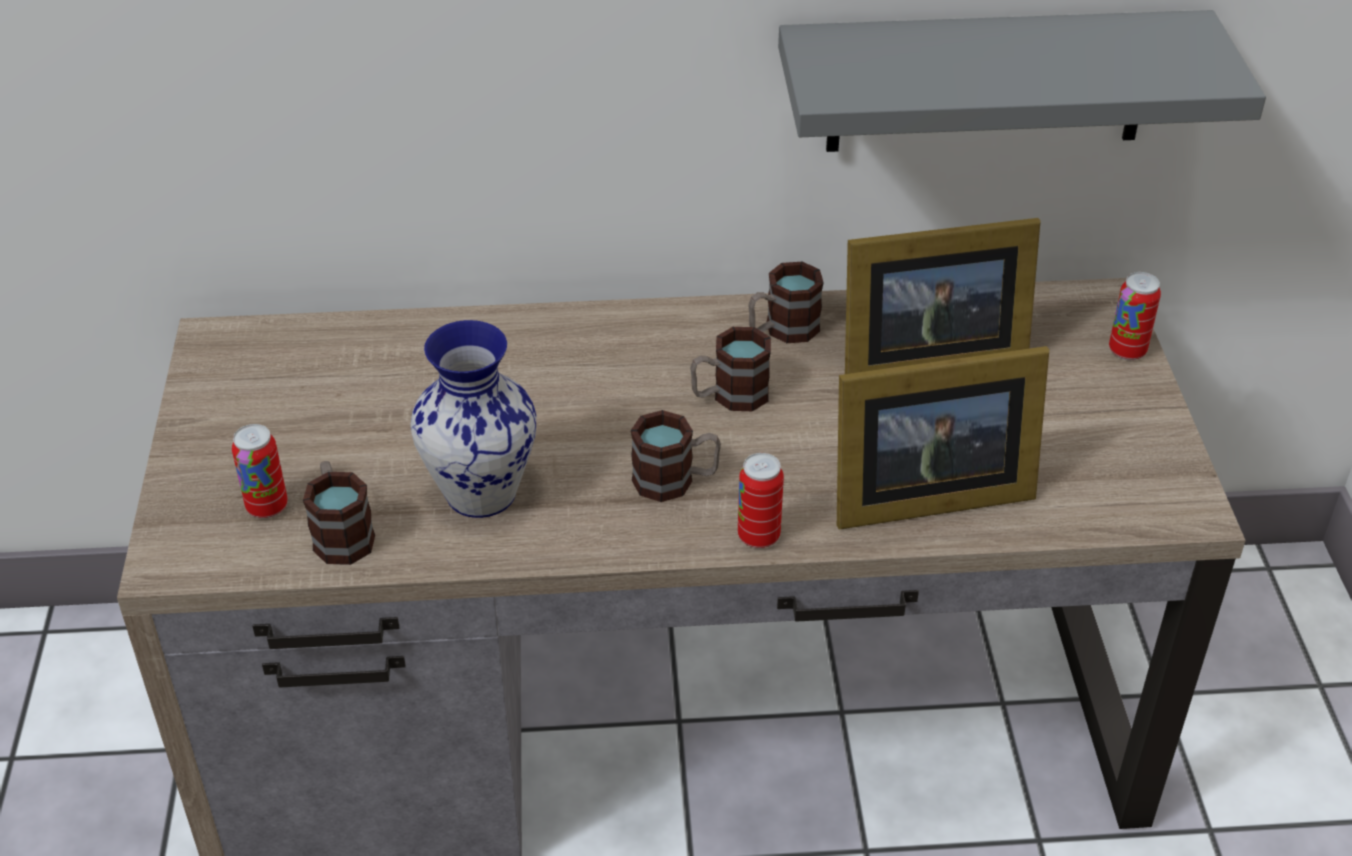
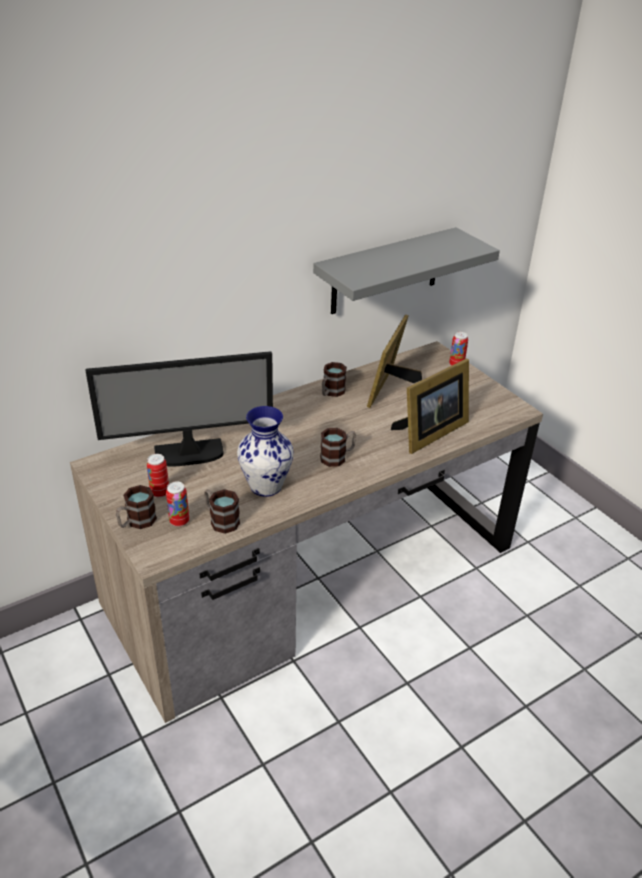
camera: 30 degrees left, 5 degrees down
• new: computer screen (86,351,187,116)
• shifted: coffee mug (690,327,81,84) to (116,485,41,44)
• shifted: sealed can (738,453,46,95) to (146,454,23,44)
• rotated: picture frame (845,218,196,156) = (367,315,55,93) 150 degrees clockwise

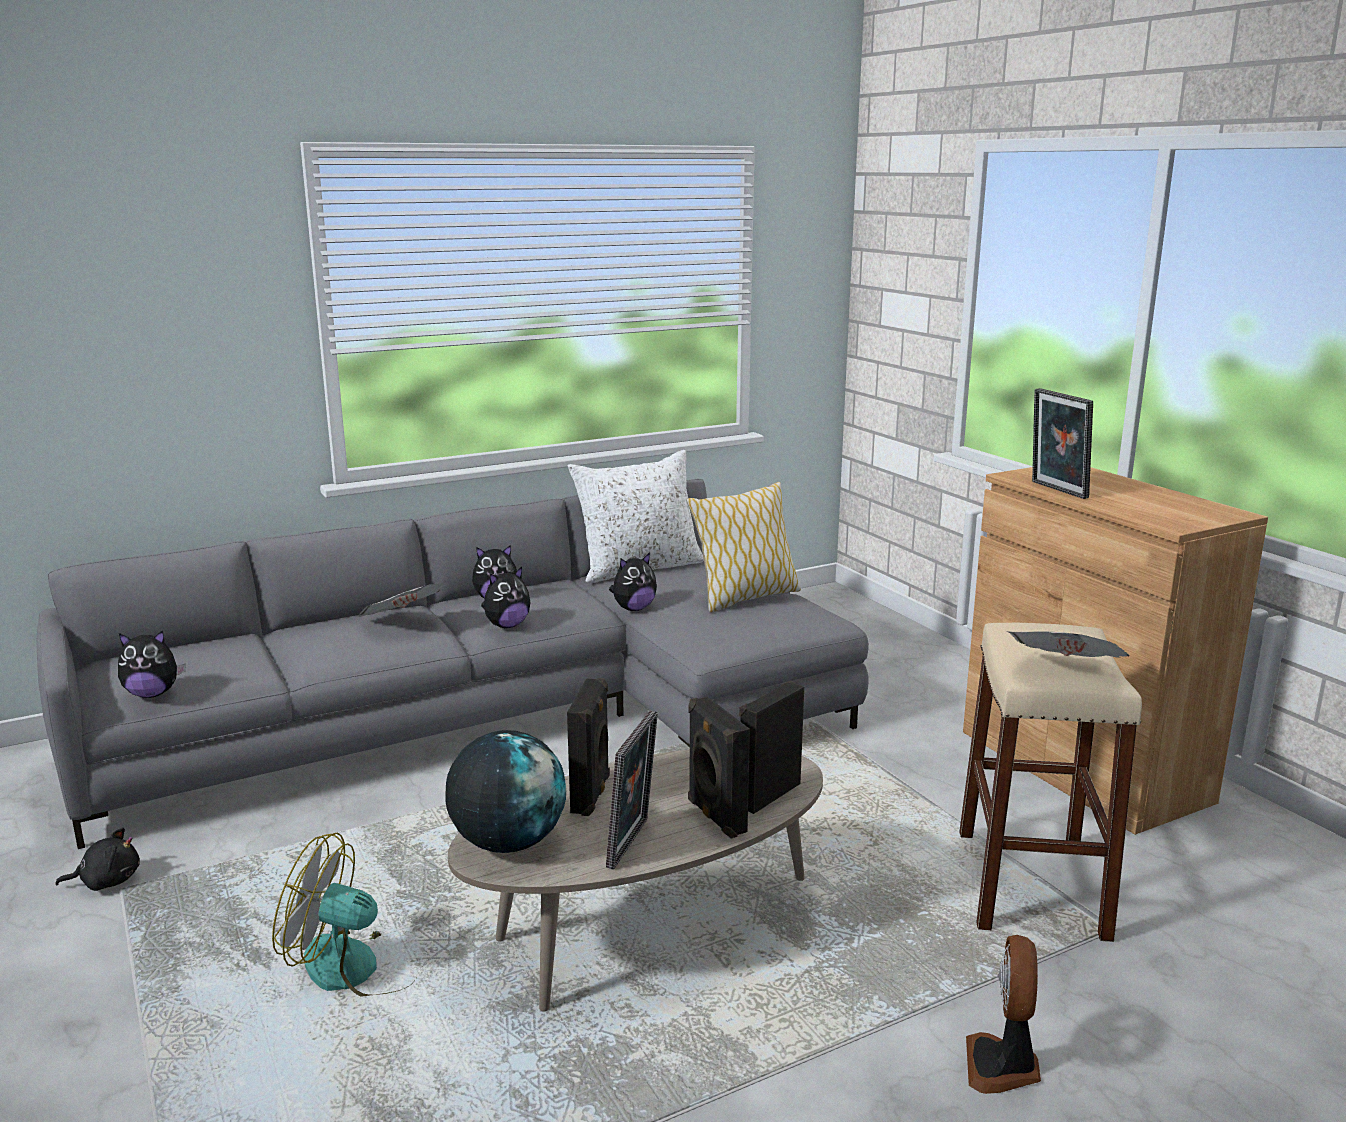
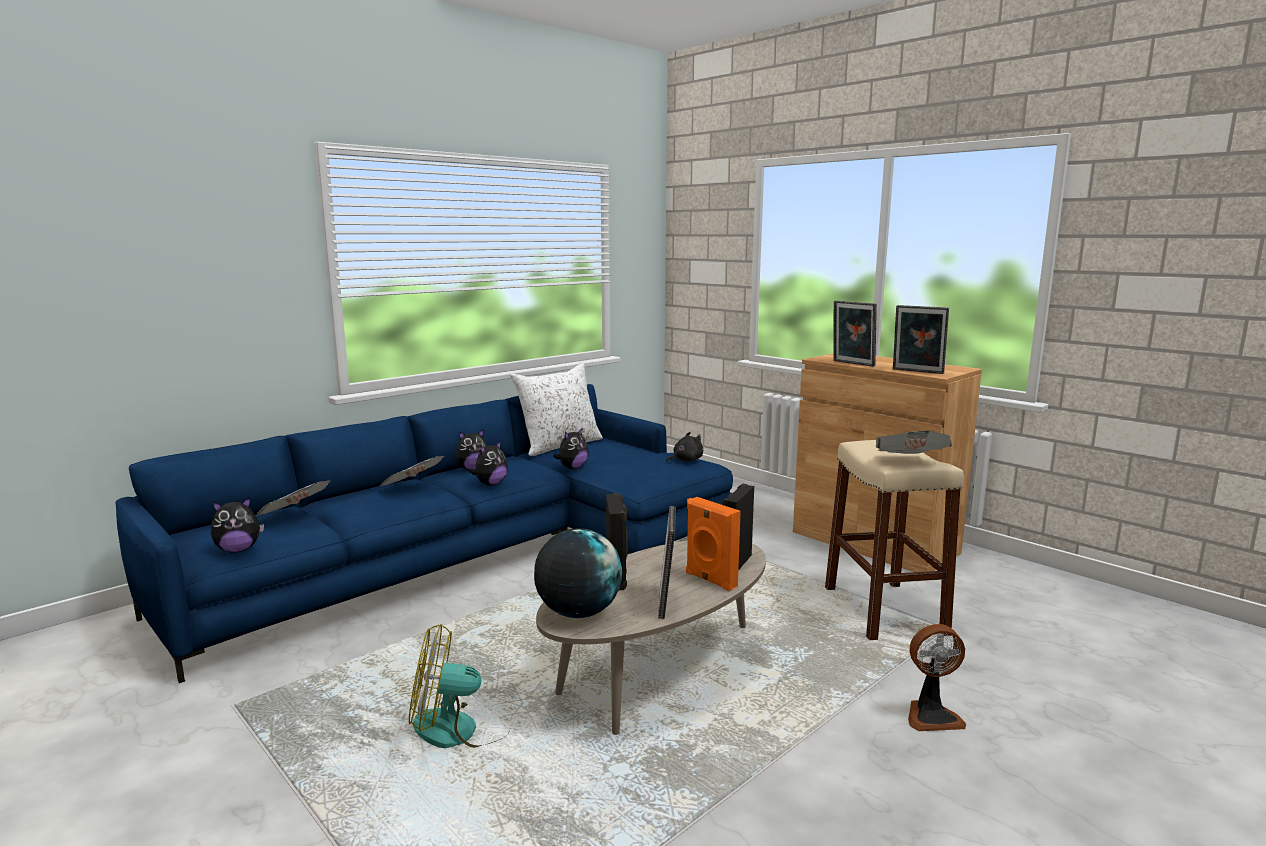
camera: 15 degrees left, 5 degrees down
• gone: cushion (687,482,114,131)
• new: newspaper (255,480,75,36)
• new: picture frame (893,305,56,69)
• shifted: cuddly toy (black) (55,827,85,64) to (666,432,37,30)
• repainted: sofa (gray) (36,479,833,370) to sofa (blue-coloured) (115,384,618,299)
• repainted: audio speaker (black) (688,697,62,142) to audio speaker (orange) (686,497,55,94)
• rotated: fan (966,935,75,159) = (908,624,58,107) 90 degrees counterclockwise

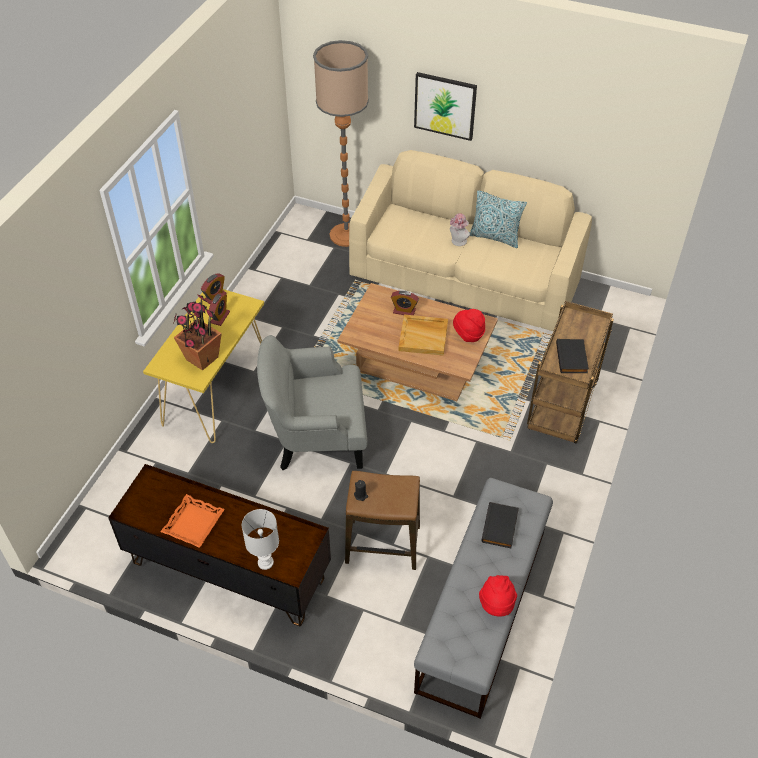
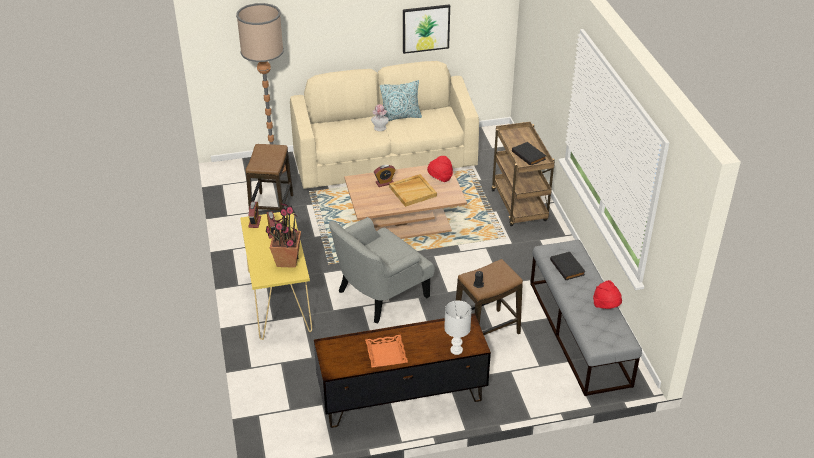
camera: 35 degrees left, 10 degrees down
• new: stool (246,144,47,67)
• shifted: picture (414,72,63,69) to (403,4,47,50)

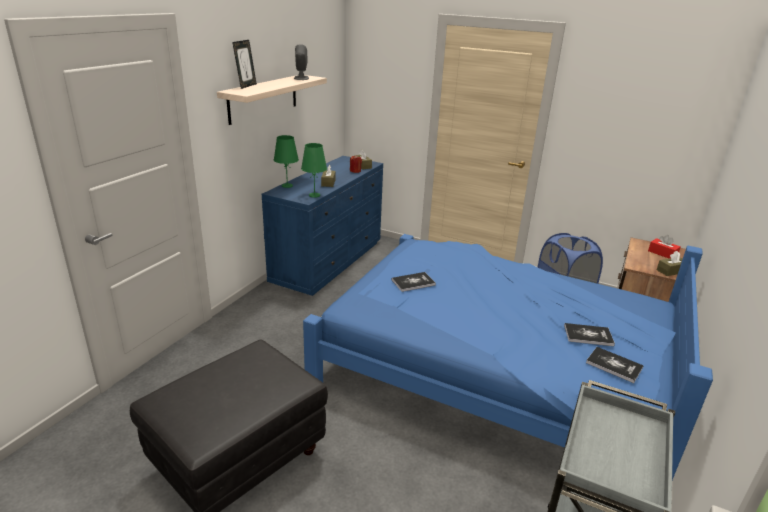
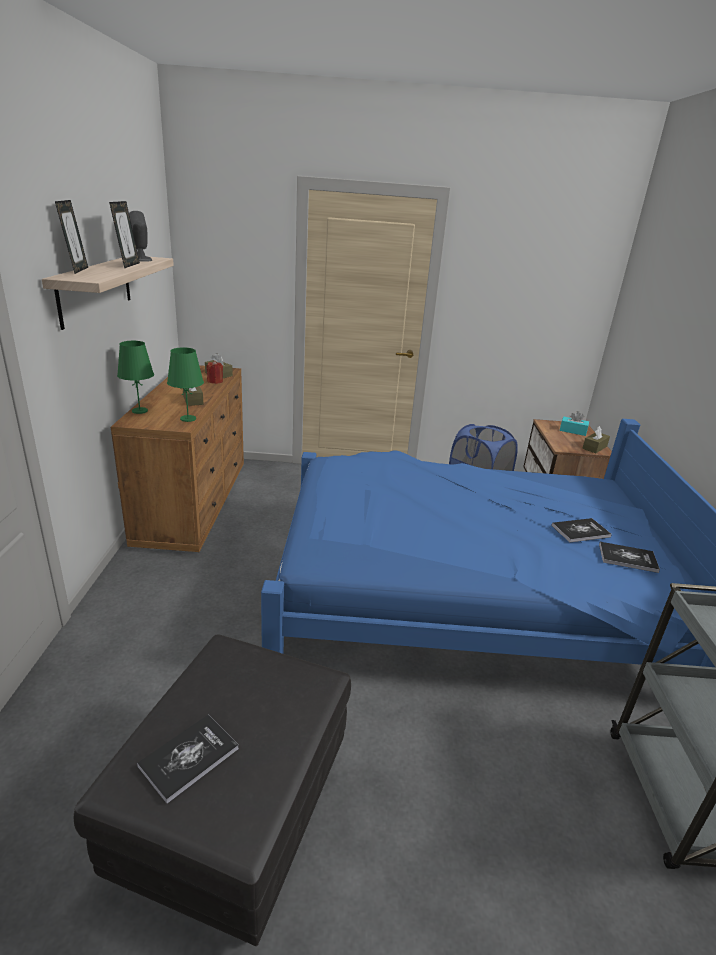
camera: 25 degrees left, 0 degrees up
• new: picture frame (109,201,31,67)
• shifted: bound book (392,272,44,20) to (137,715,102,89)
• repainted: drawer chest (blue-coloured) (262,156,121,140) to drawer chest (brown-coloured) (111,365,133,187)
• repainted: tissue holder (red) (648,235,33,23) to tissue holder (turquoise-coloured) (560,411,29,25)

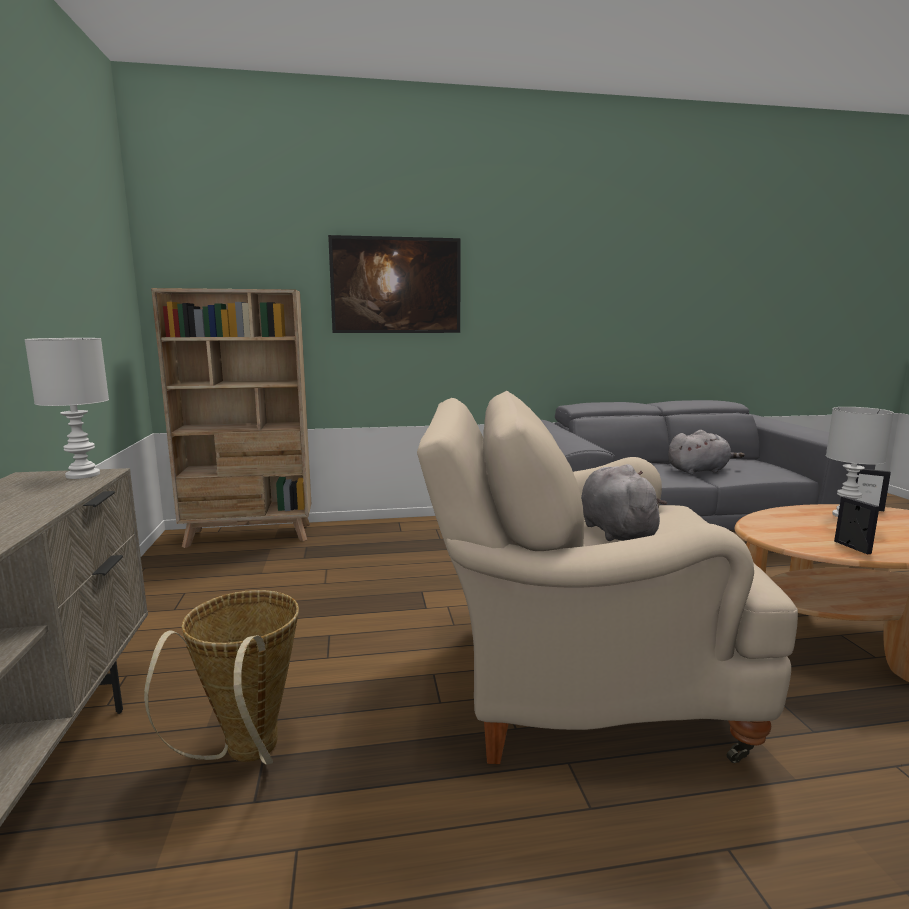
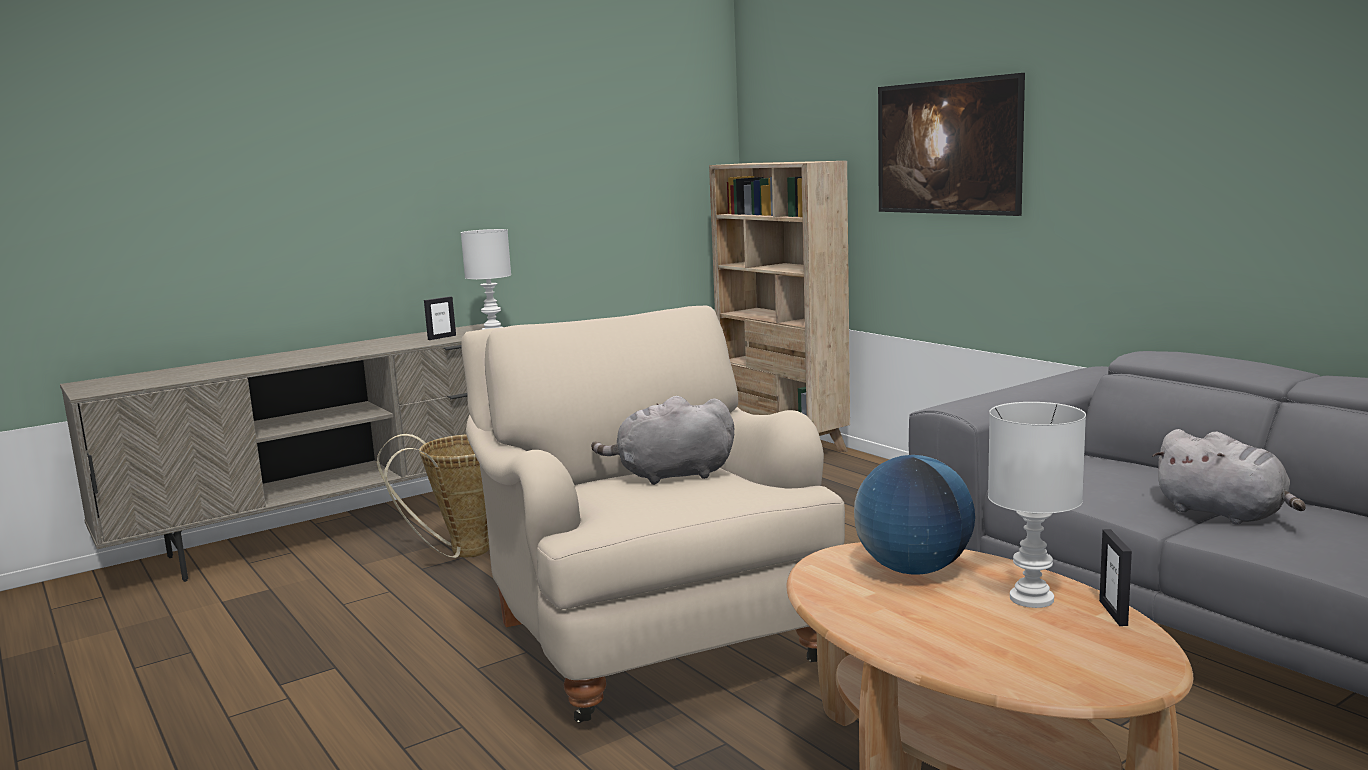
camera: 65 degrees right, 0 degrees up
• new: world globe (854,455,121,119)
• shifted: picture frame (834,496,45,58) to (424,296,32,44)
• rotated: cuddly toy (gray) (581,464,86,77) = (591,396,143,89) 150 degrees counterclockwise

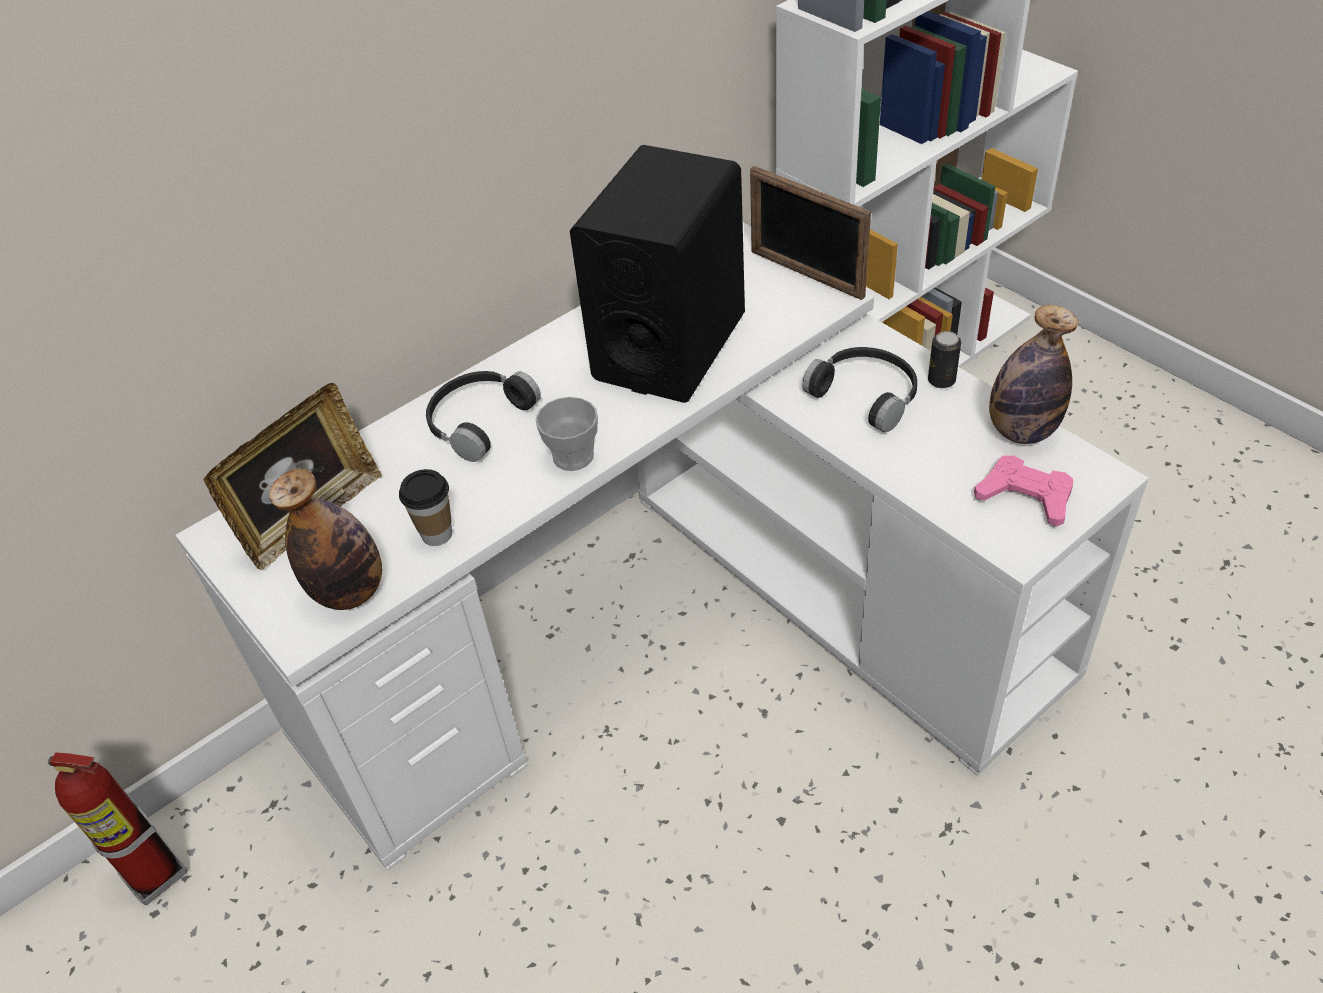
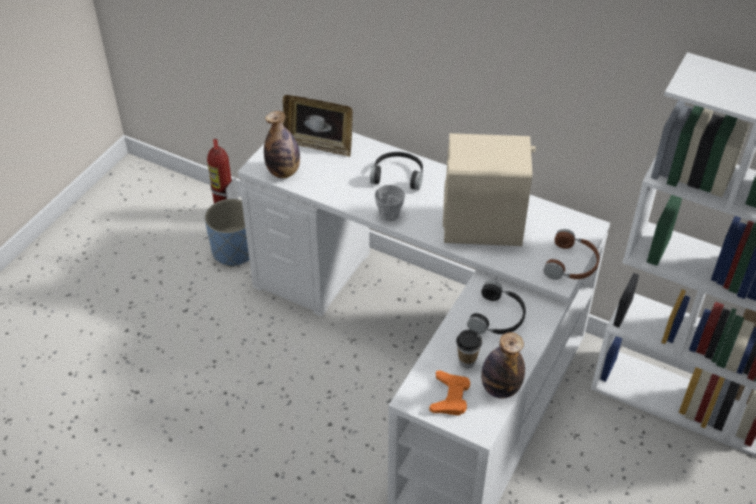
camera: 65 degrees right, 0 degrees up
• gone: sealed can (928,331,33,57)
• new: planter (blue-coloured) (205,199,44,68)
• shifted: cup (399,469,53,77) to (456,330,26,38)
• swapped: picture frame (750,166,121,134) to pair of headphones (brown-coloured) (543,229,57,51)
• repainted: audio speaker (black) (570,145,175,258) to audio speaker (beige-coloured) (443,133,93,113)
• repainted: game controller (pink) (974,455,99,72) to game controller (orange) (429,370,41,46)

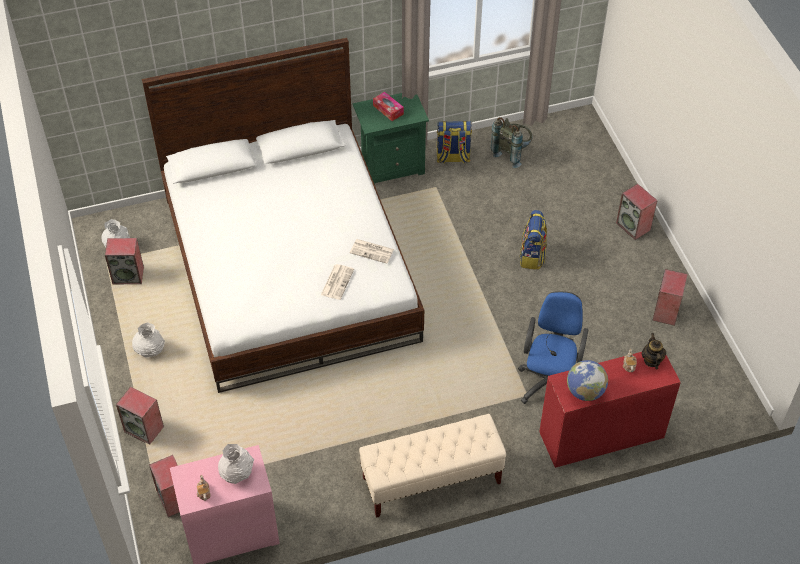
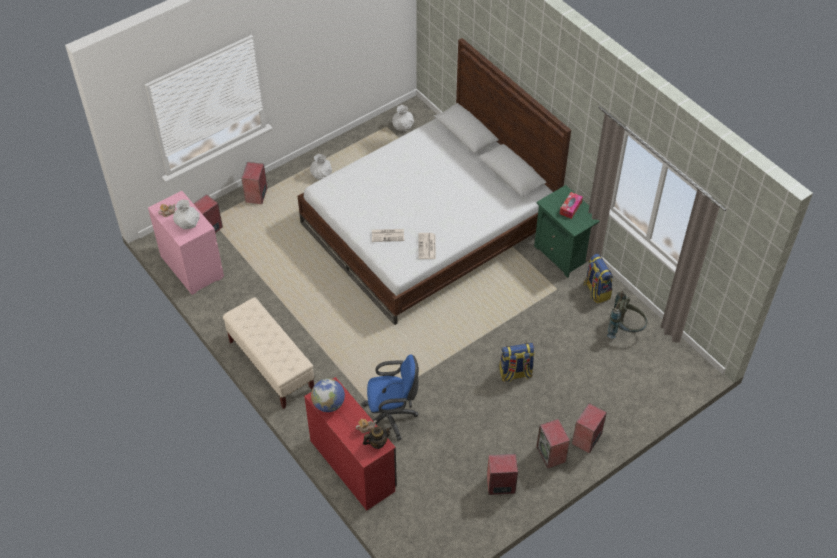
camera: 70 degrees right, 0 degrees up
• shifted: audio speaker (105,238,39,47) to (536,419,34,50)

